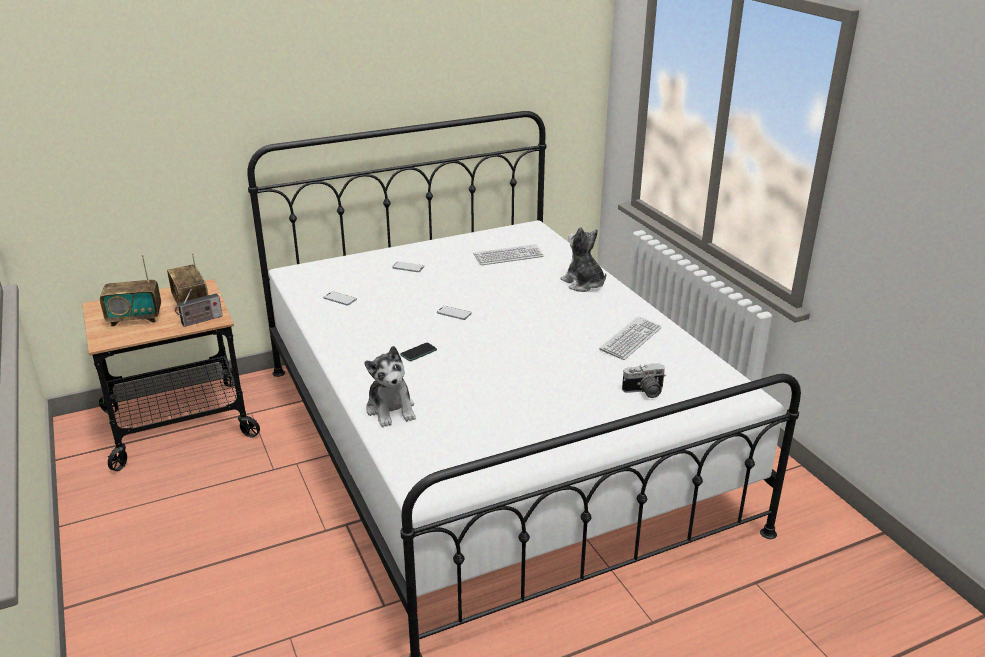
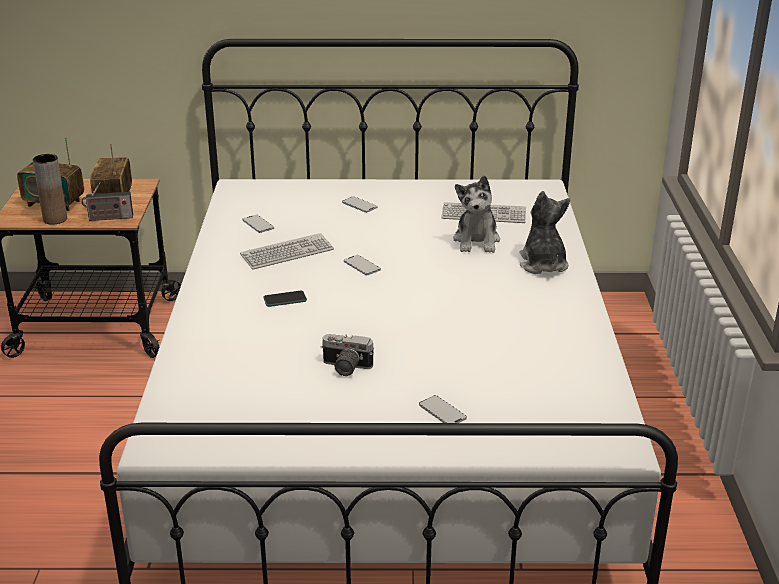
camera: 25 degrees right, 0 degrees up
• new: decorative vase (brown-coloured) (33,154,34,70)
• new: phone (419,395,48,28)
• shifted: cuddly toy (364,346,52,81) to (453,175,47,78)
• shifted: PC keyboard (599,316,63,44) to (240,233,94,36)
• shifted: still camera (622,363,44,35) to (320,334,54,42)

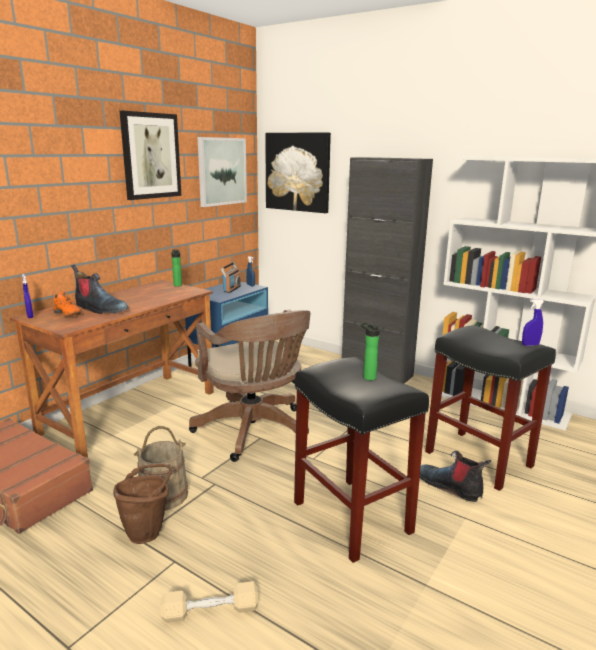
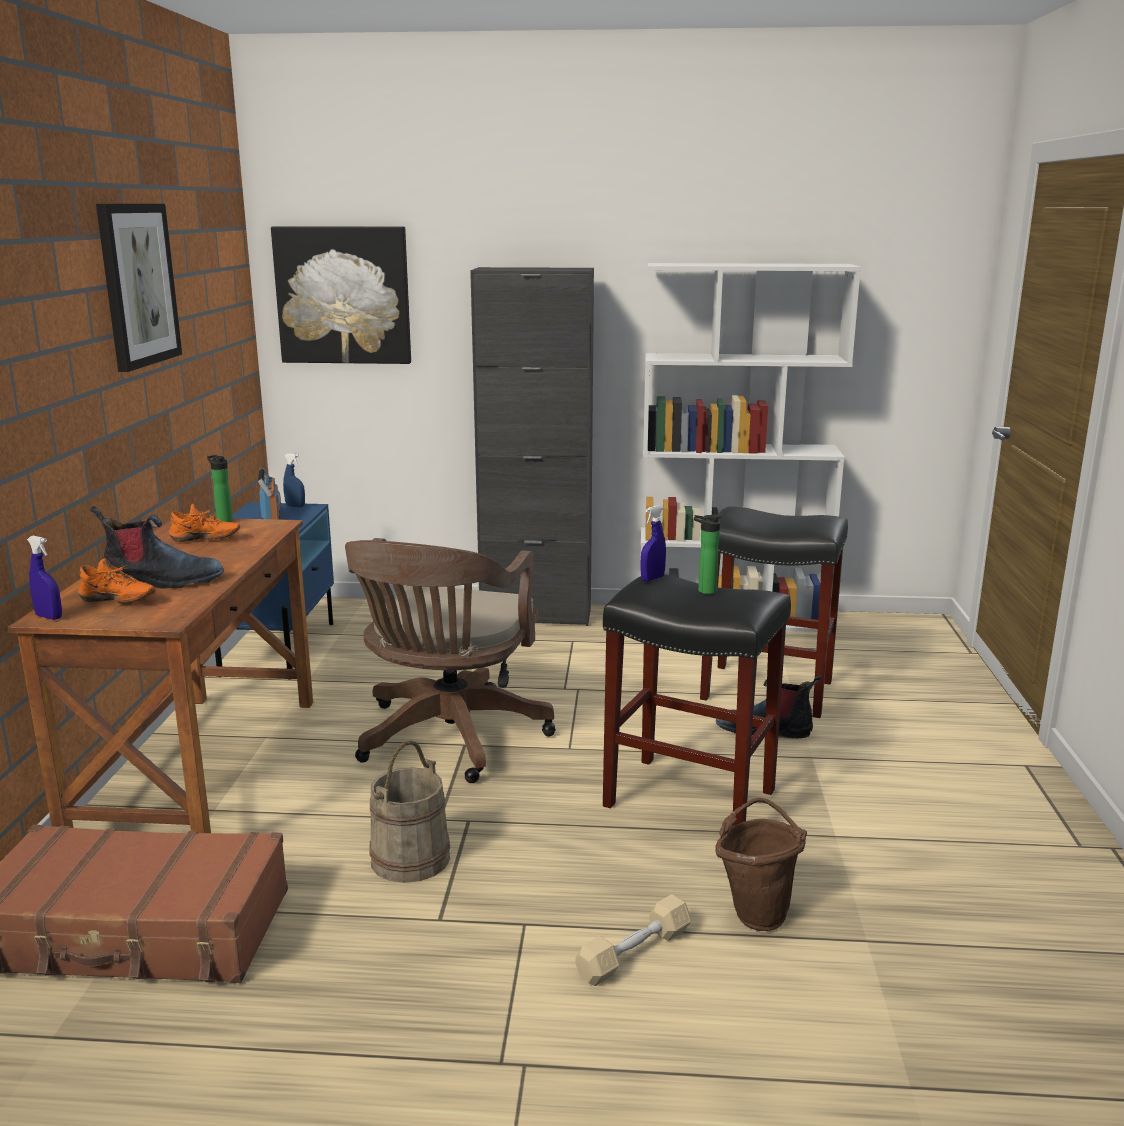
camera: 30 degrees left, 0 degrees up
• gone: picture (197,137,50,70)
• new: low shoe (orange) (169,504,71,38)
• shifted: bucket (brown-coloured) (113,464,59,80) to (716,798,91,133)
• shifted: sprayer (blue-coloured) (522,299,22,47) to (640,505,26,77)
• rotated: computer chair (brown-coloured) (189,309,122,153) = (345,538,211,245) 75 degrees clockwise

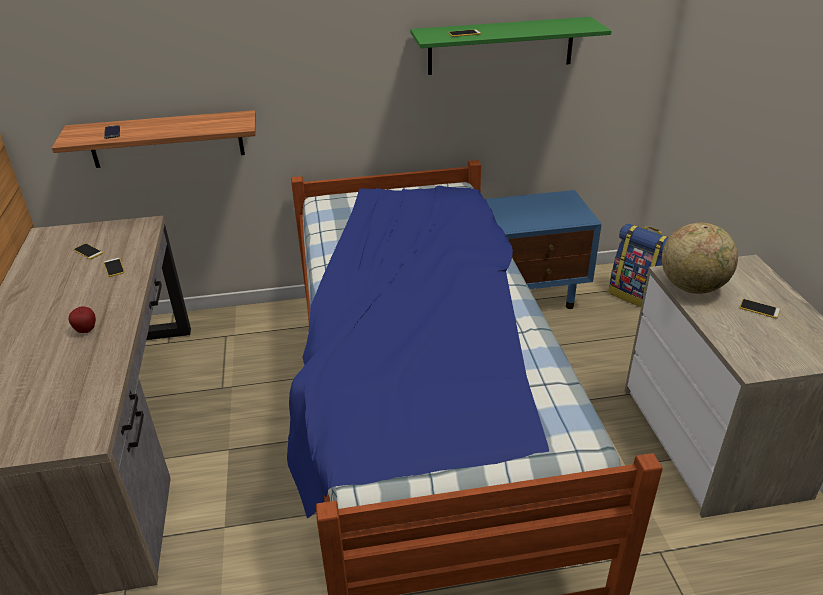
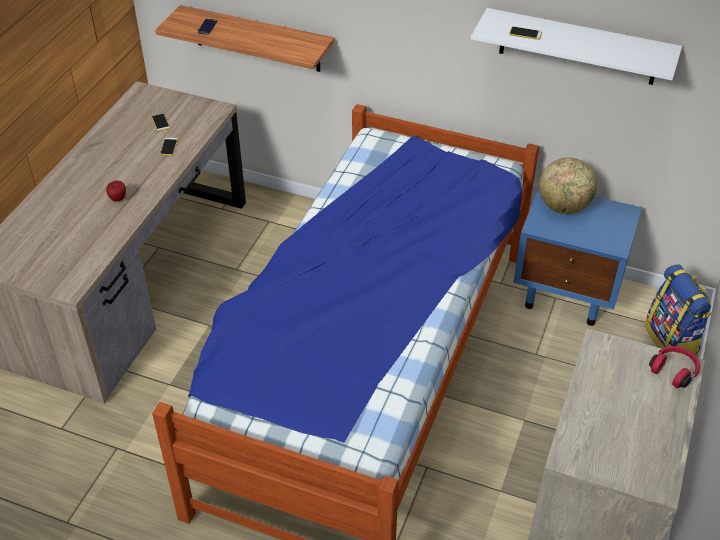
camera: 30 degrees right, 10 degrees up
• gone: phone (739,299,41,19)
• new: pair of headphones (red) (649,346,51,42)
• shifted: world globe (662,223,76,71) to (539,157,58,57)
• repainted: wall shelf (greenish) (410,17,201,58) to wall shelf (white-coloured) (471,8,211,77)

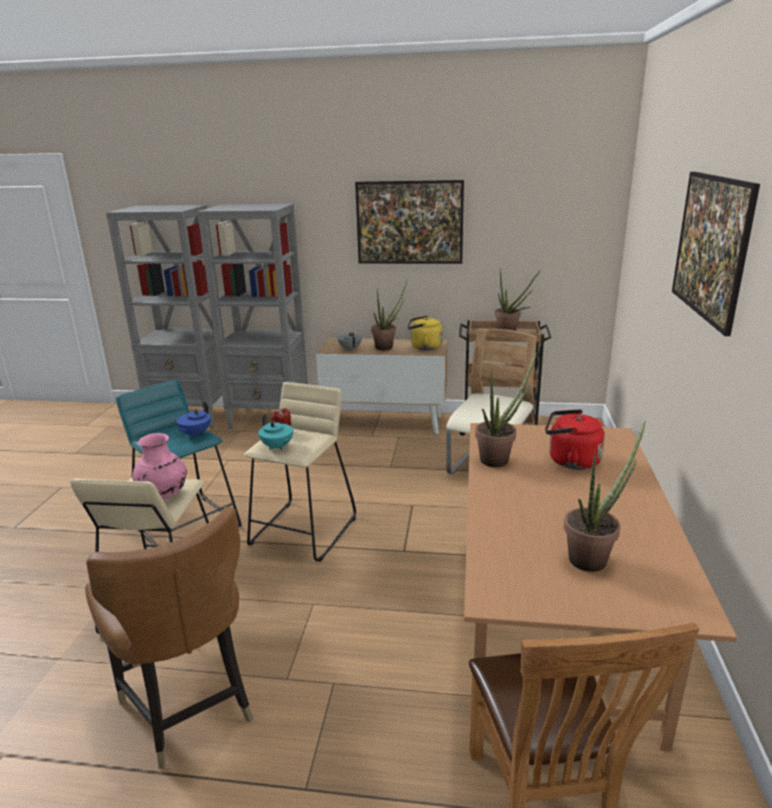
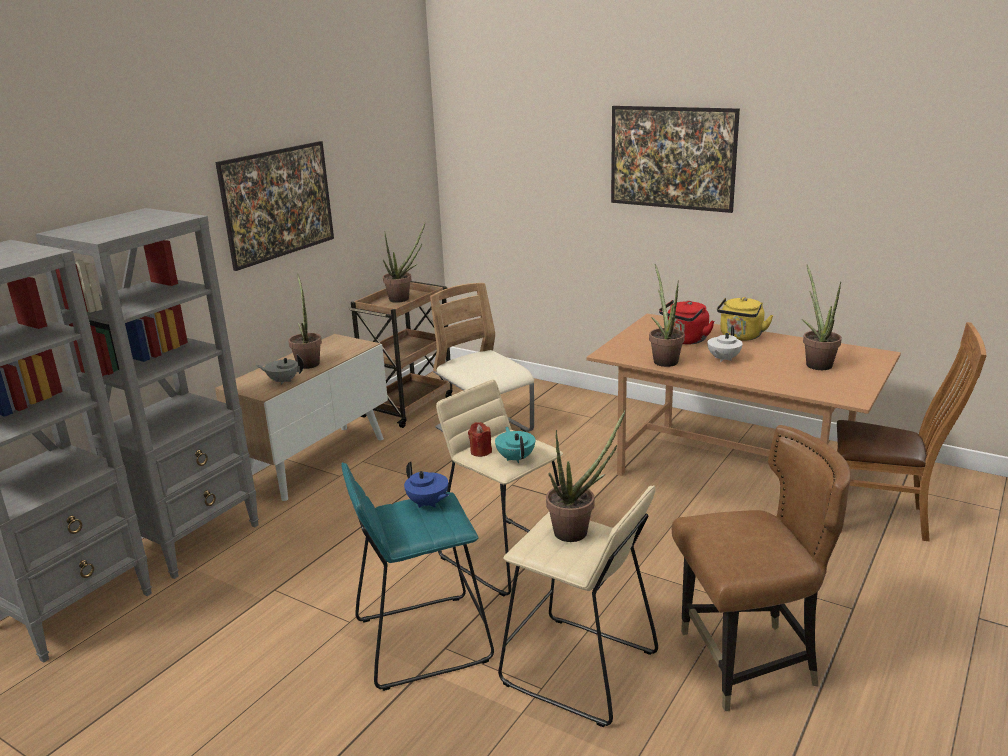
camera: 65 degrees left, 0 degrees up
• new: tea pot (white-coloured) (707,325,36,37)
• shifted: water kettle (yellow-coloured) (408,315,35,35) to (717,297,57,44)
• swapped: decorative vase (pink) (132,433,55,66) to houseplant (546,410,80,132)
• rotated: tea pot (turquoise-coloured) (258,414,35,36) = (495,427,40,36) 90 degrees counterclockwise

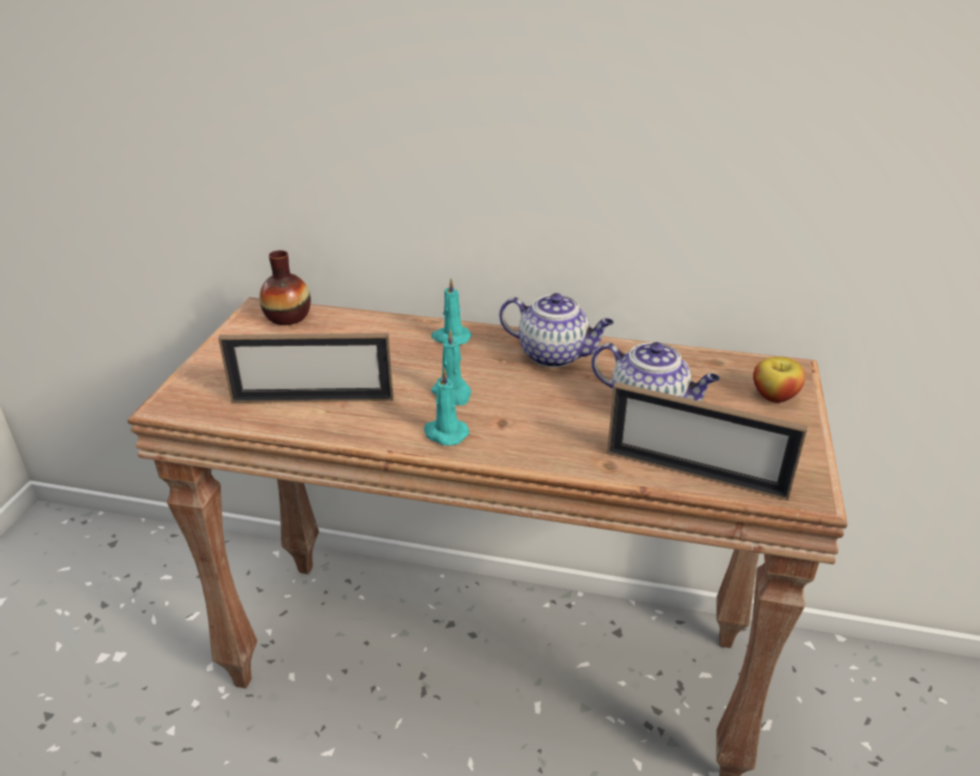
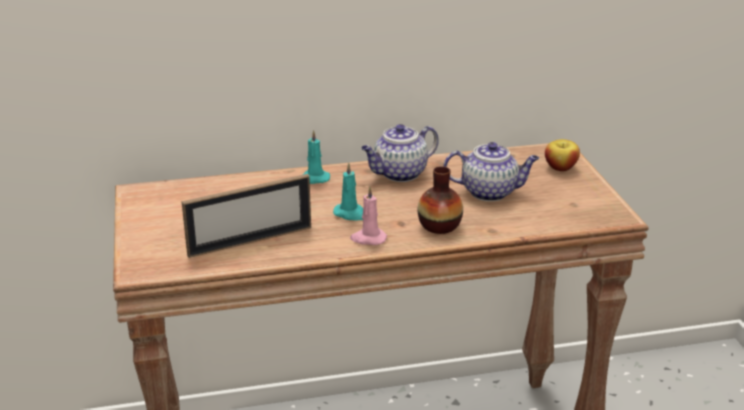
camera: 25 degrees left, 5 degrees down
• gone: picture frame (607,382,201,118)
• shifted: decorative vase (259,250,52,75) to (417,166,46,68)
• repainted: wax candle (turquoise-coloured) (424,368,45,78) to wax candle (pink) (350,186,37,59)
• rotated: tea pot (499,293,115,75) = (361,124,78,58) 150 degrees clockwise

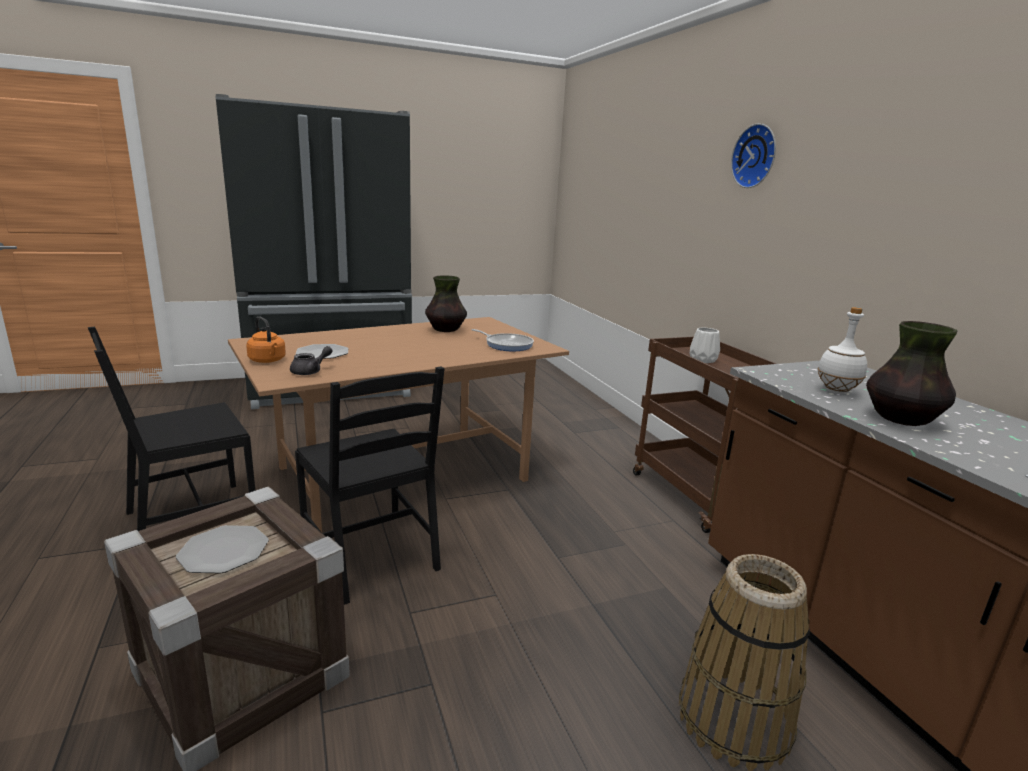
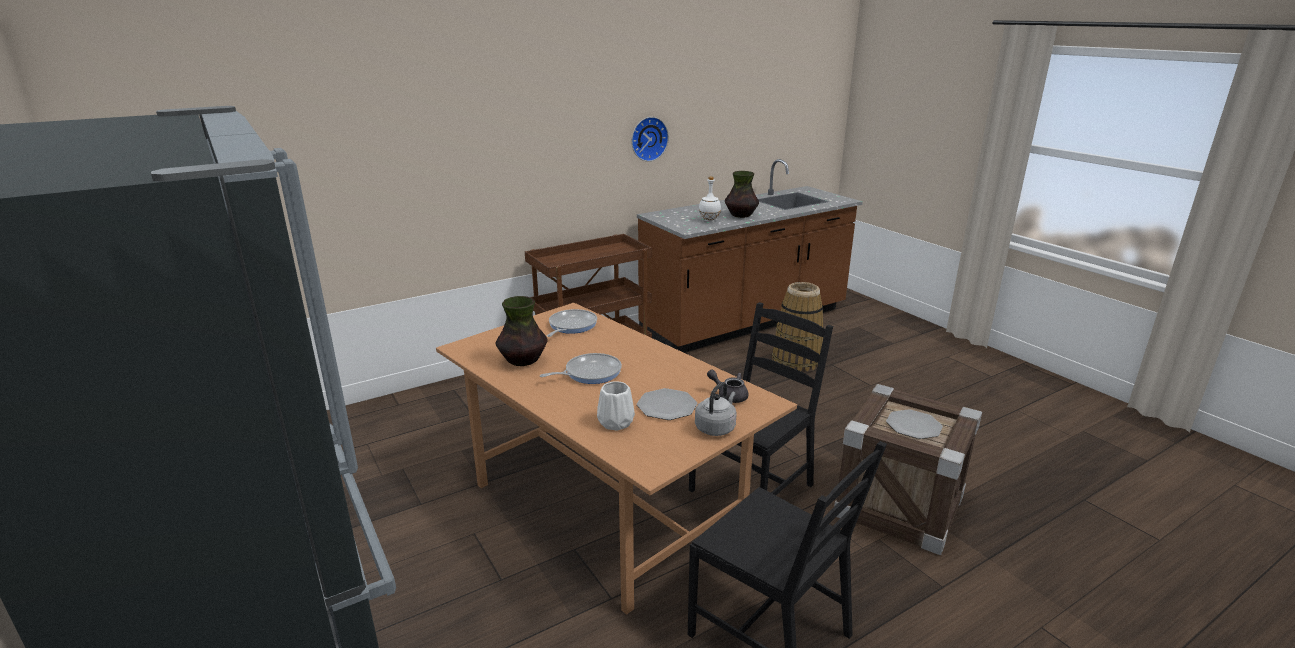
camera: 100 degrees left, 5 degrees up
• new: pan (540,353,82,31)
• shifted: decorative vase (white-coloured) (690,328,30,35) to (597,381,38,50)
• shifted: hanging clock (731,123,45,65) to (631,117,38,45)
• repainted: water kettle (orange) (246,316,40,47) to water kettle (gray) (695,382,41,54)

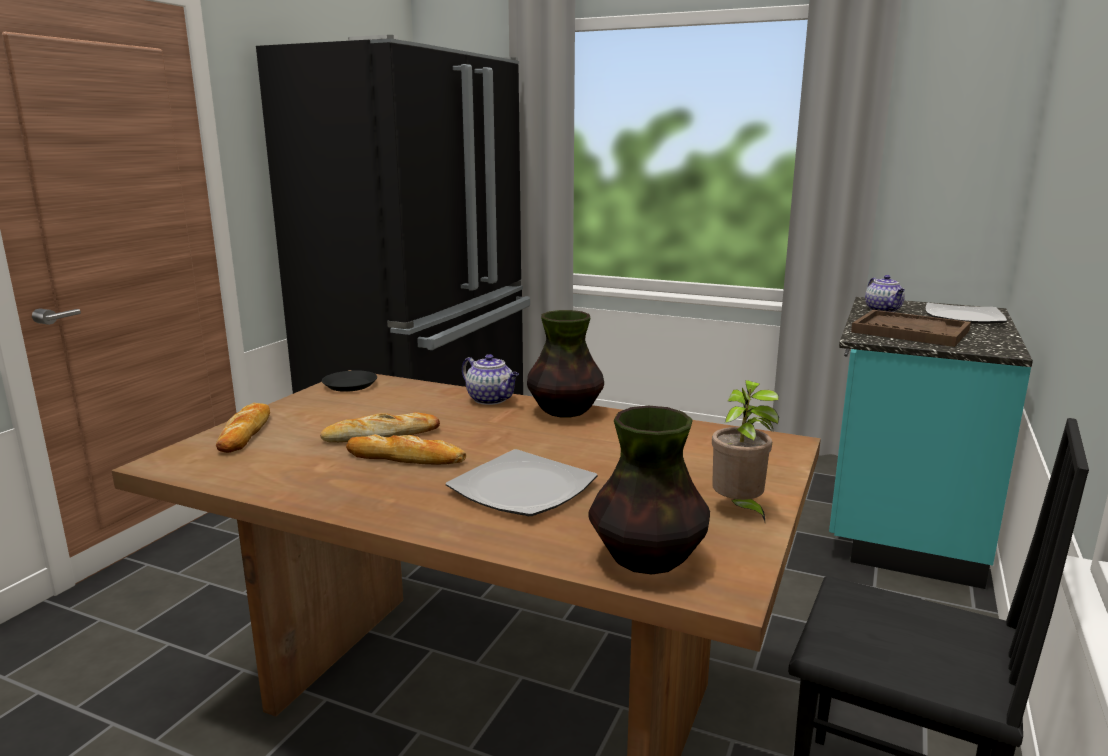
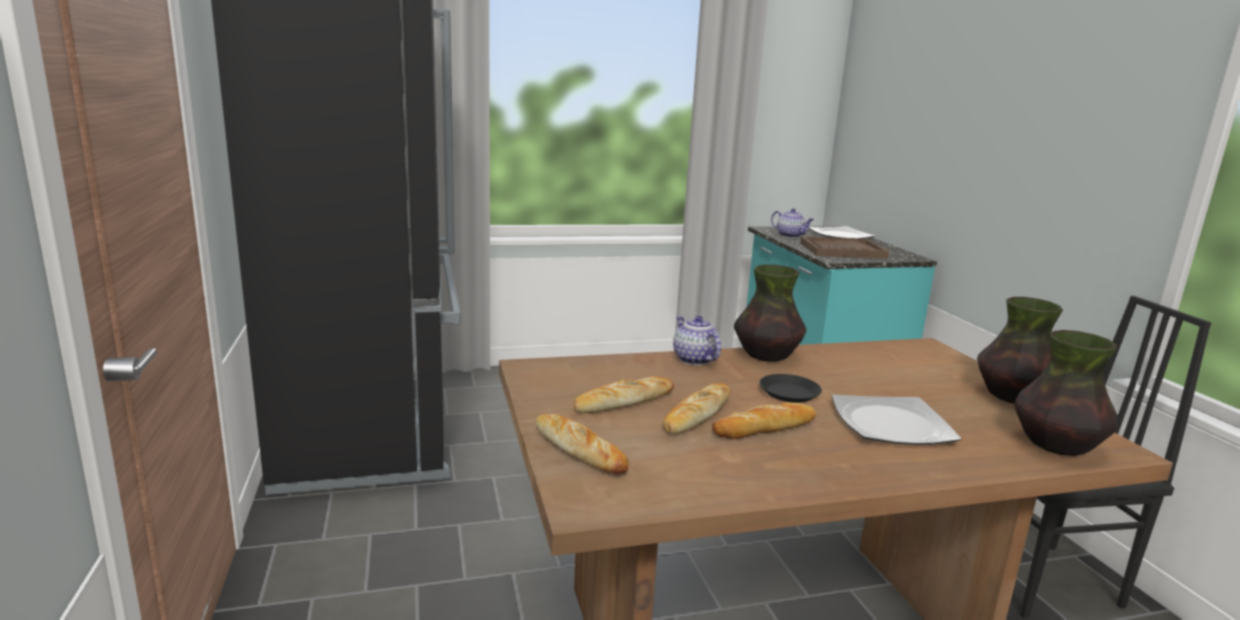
camera: 40 degrees left, 0 degrees up
• new: bread (574,376,100,37)
• shifted: flat dish (black) (322,370,55,22) to (759,374,63,29)
• swapped: houseplant (712,380,67,141) to decorative vase (977,297,86,107)
• rotated: tea pot (462,354,57,51) = (673,316,48,49) 120 degrees counterclockwise

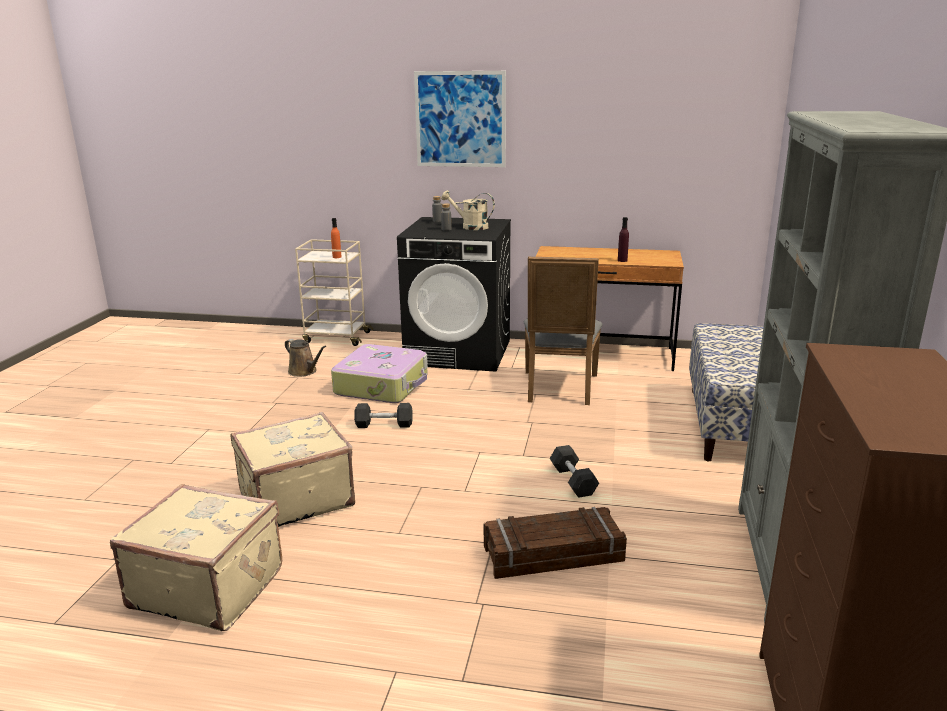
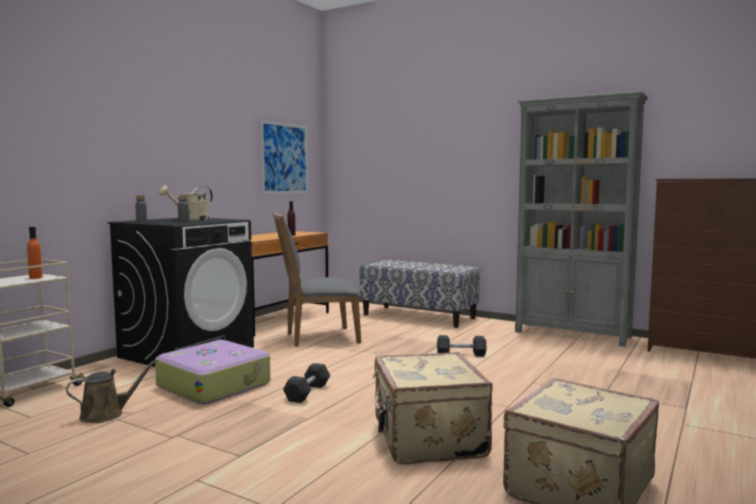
camera: 70 degrees left, 15 degrees down
• gone: packing crate (483,507,144,72)
• shifted: picture (414,71,92,96) to (260,120,48,74)
• rotated: upright chair (gray) (524,257,78,148) = (273,213,88,134) 135 degrees clockwise

